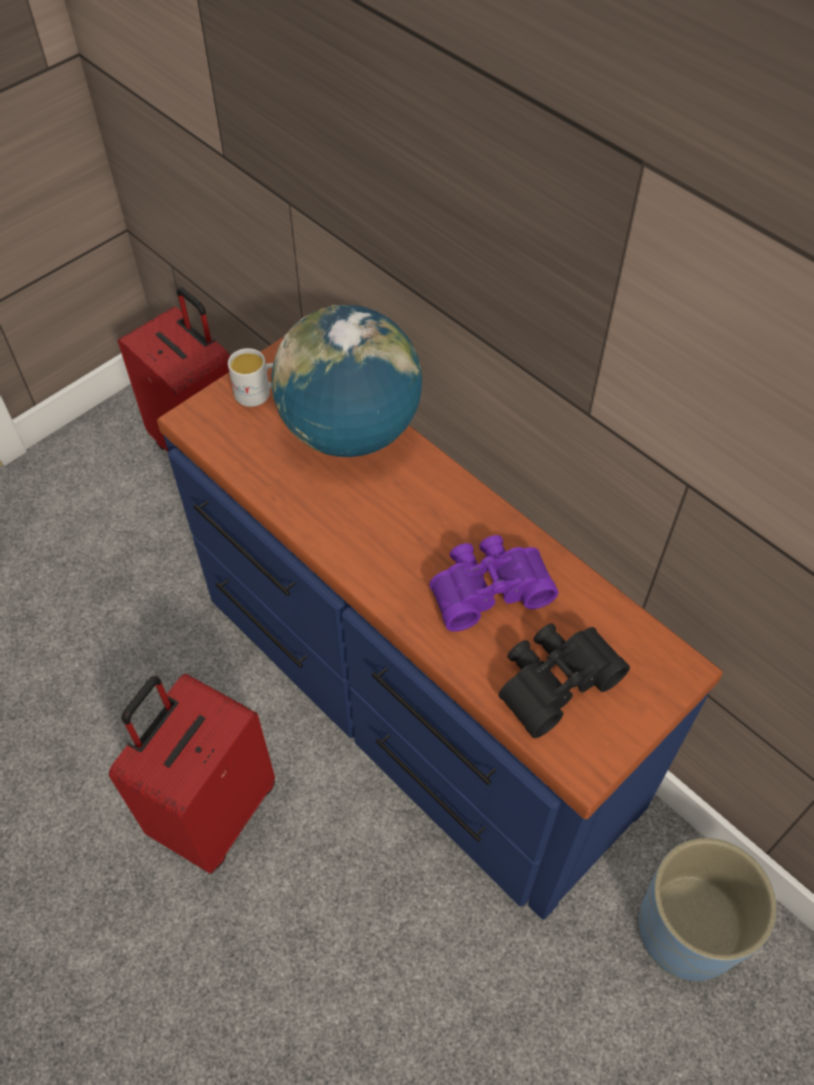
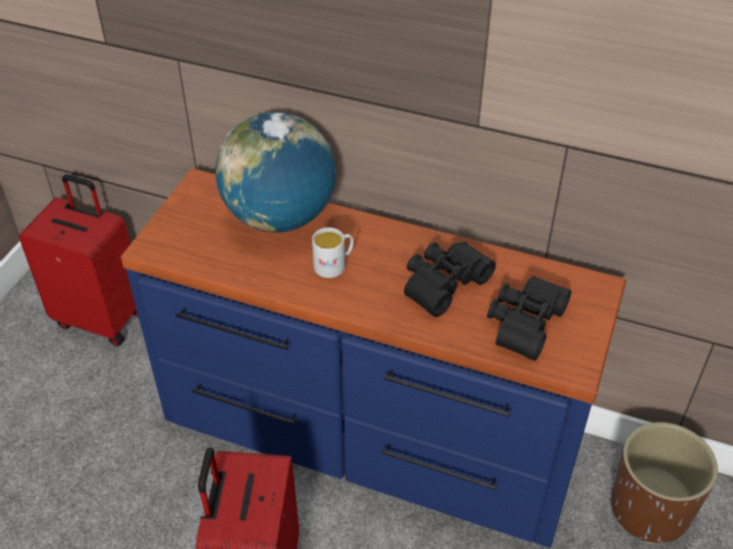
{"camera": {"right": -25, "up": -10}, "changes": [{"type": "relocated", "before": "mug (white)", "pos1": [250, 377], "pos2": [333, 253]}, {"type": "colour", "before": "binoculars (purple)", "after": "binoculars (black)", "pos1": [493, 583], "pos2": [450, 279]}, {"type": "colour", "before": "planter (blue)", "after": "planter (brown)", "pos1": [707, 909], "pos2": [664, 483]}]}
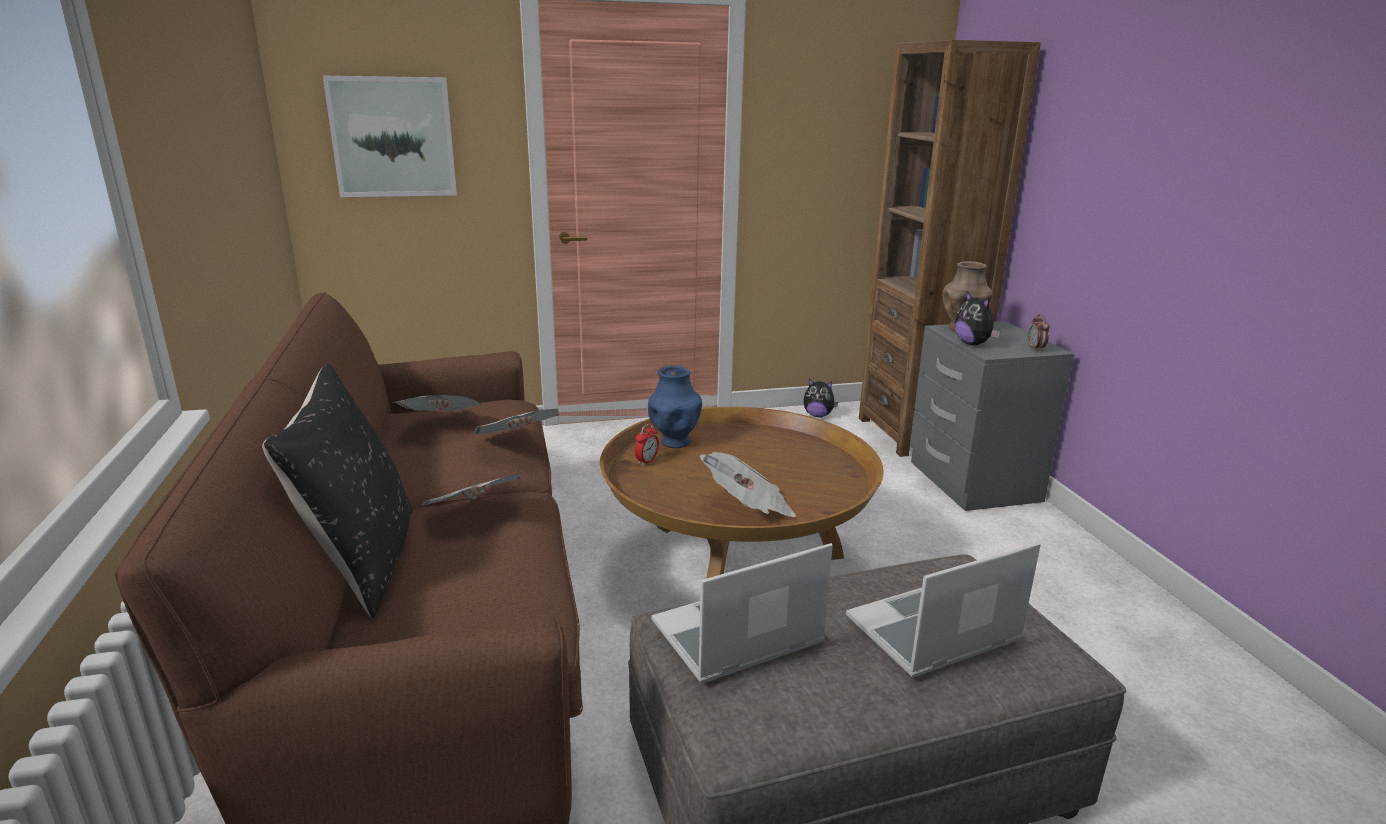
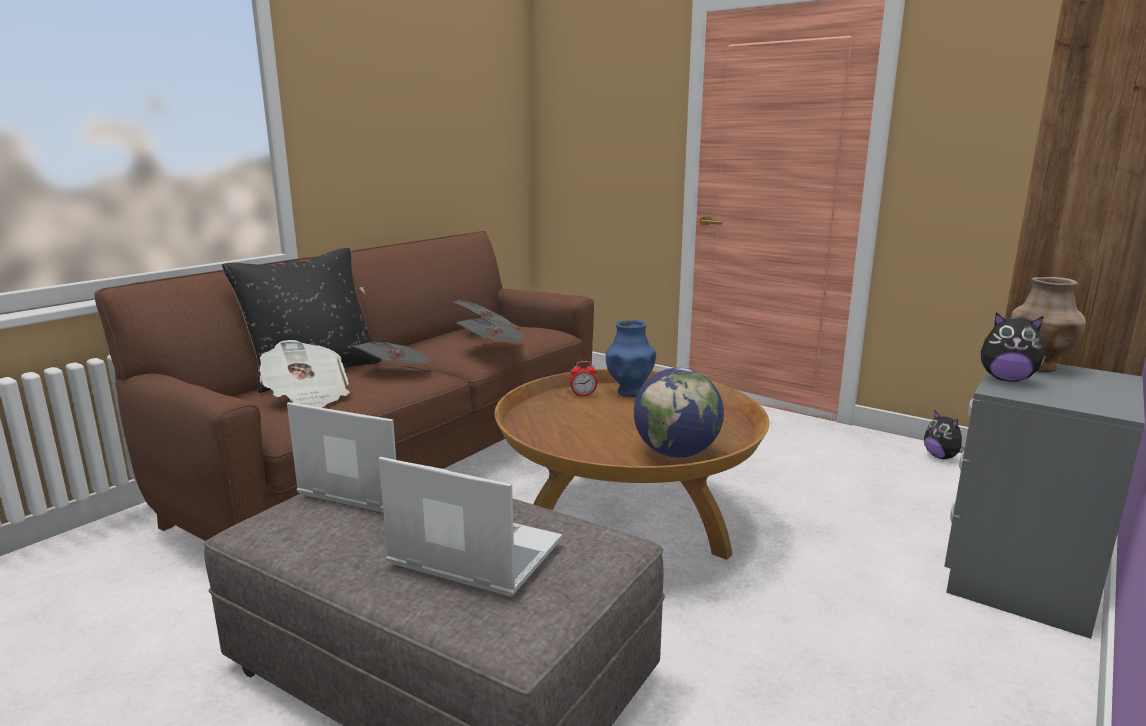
{"camera": {"right": 50, "up": -5}, "changes": [{"type": "relocated", "before": "newspaper", "pos1": [748, 484], "pos2": [304, 374]}, {"type": "appeared", "after": "globe", "pos2": [679, 413]}, {"type": "spun", "before": "plush toy", "pos1": [977, 318], "pos2": [1013, 347], "turn": -90}, {"type": "missing", "before": "picture", "pos1": [390, 136]}, {"type": "missing", "before": "alarm clock", "pos1": [1038, 332]}]}
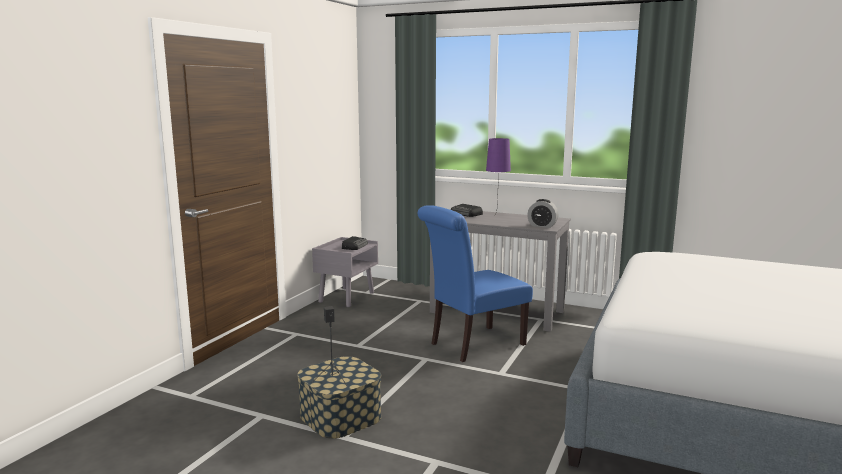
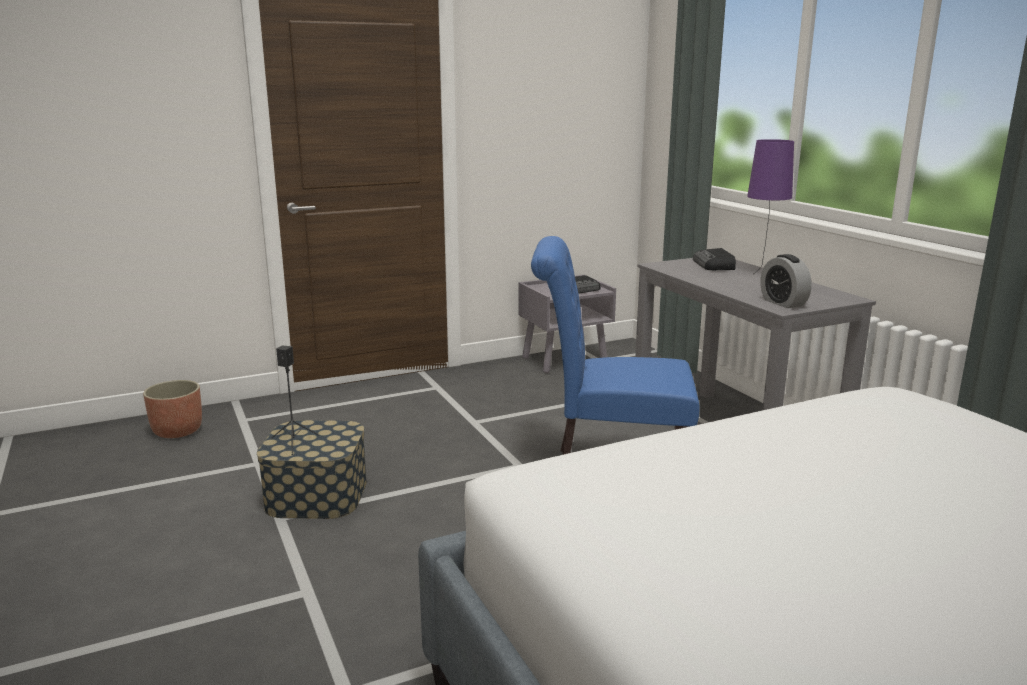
{"camera": {"right": 40, "up": 5}, "changes": [{"type": "appeared", "after": "planter", "pos2": [172, 409]}]}
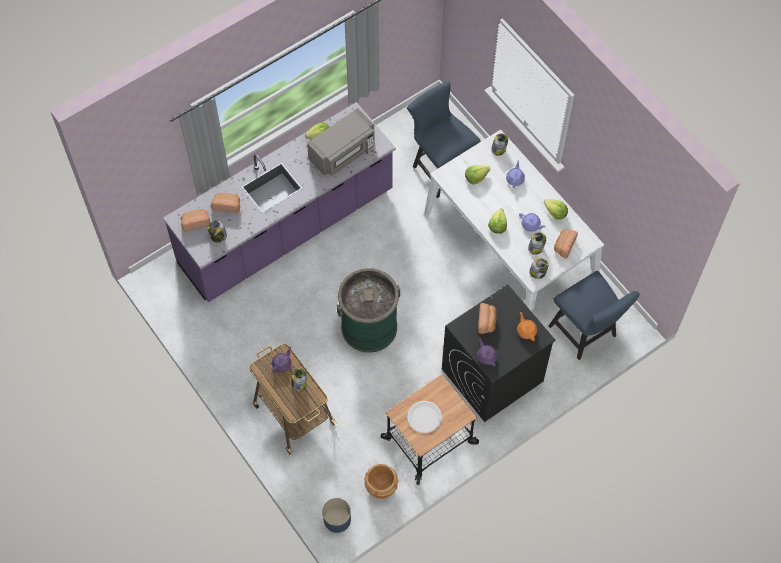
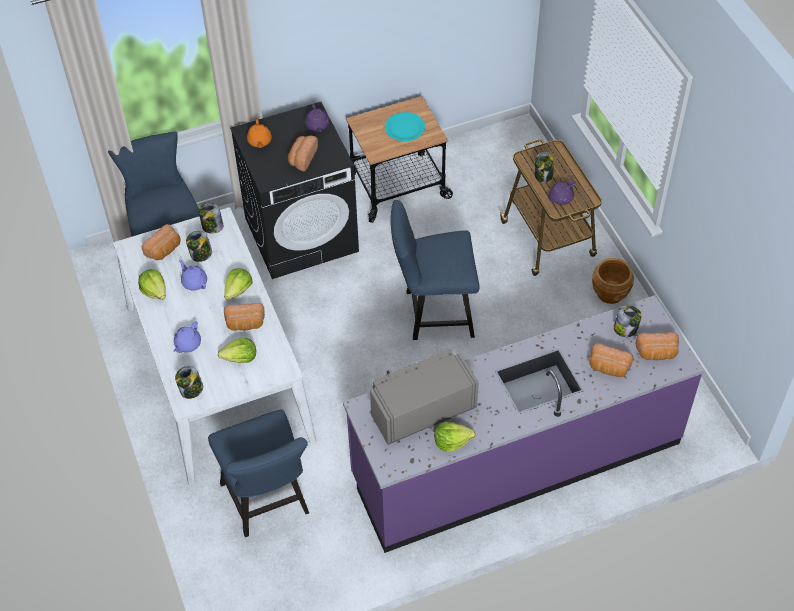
{"camera": {"right": -165, "up": -10}, "changes": [{"type": "appeared", "after": "bread", "pos2": [244, 317]}, {"type": "colour", "before": "plate (white)", "after": "plate (turquoise)", "pos1": [424, 417], "pos2": [405, 126]}, {"type": "exchanged", "before": "trash can (green)", "after": "chair (blue)", "pos1": [368, 310], "pos2": [435, 270]}, {"type": "relocated", "before": "planter (brown)", "pos1": [381, 481], "pos2": [613, 281]}, {"type": "missing", "before": "planter (blue)", "pos1": [336, 515]}]}
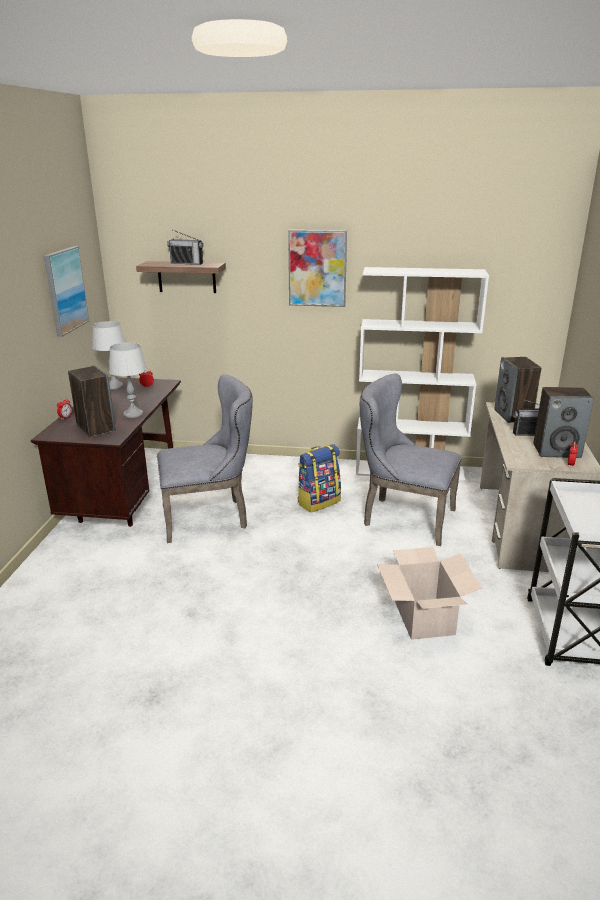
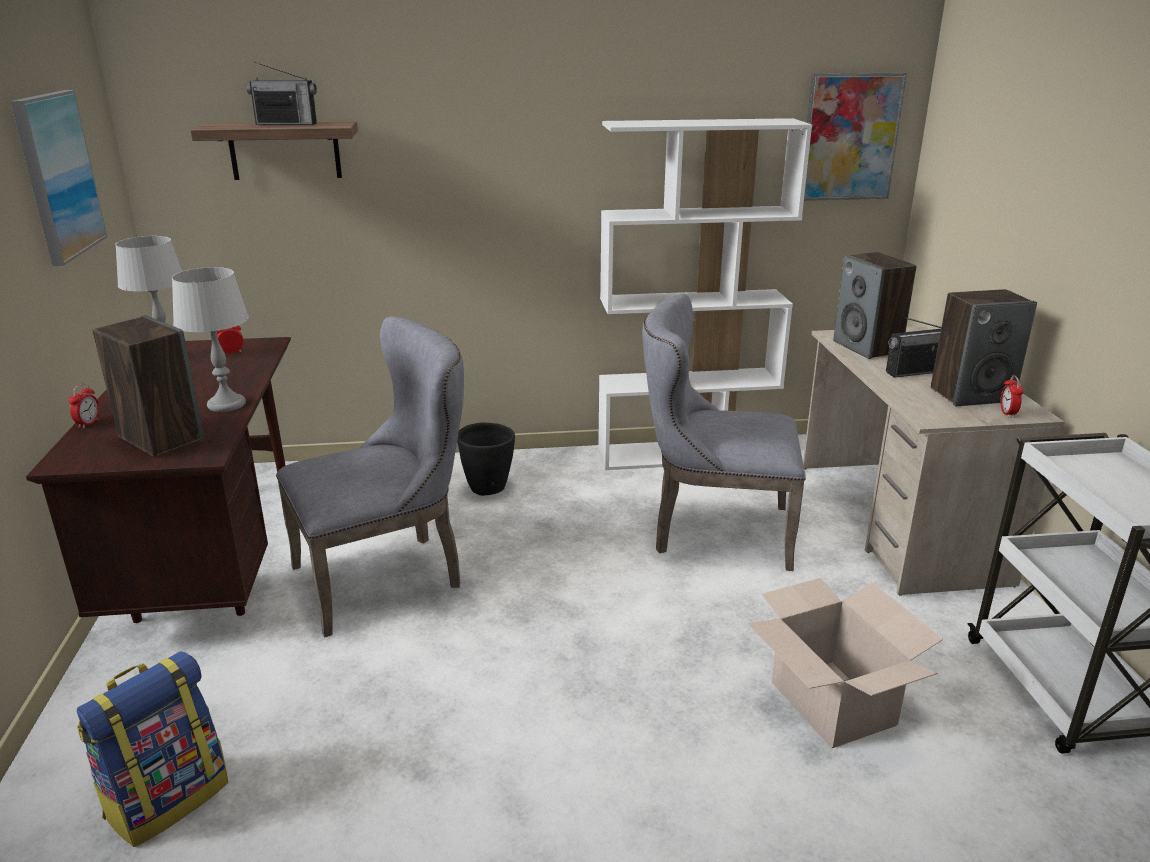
{"camera": {"right": -15, "up": 0}, "changes": [{"type": "relocated", "before": "backpack", "pos1": [319, 478], "pos2": [152, 749]}, {"type": "appeared", "after": "planter (black)", "pos2": [486, 459]}, {"type": "relocated", "before": "picture", "pos1": [317, 268], "pos2": [855, 137]}]}
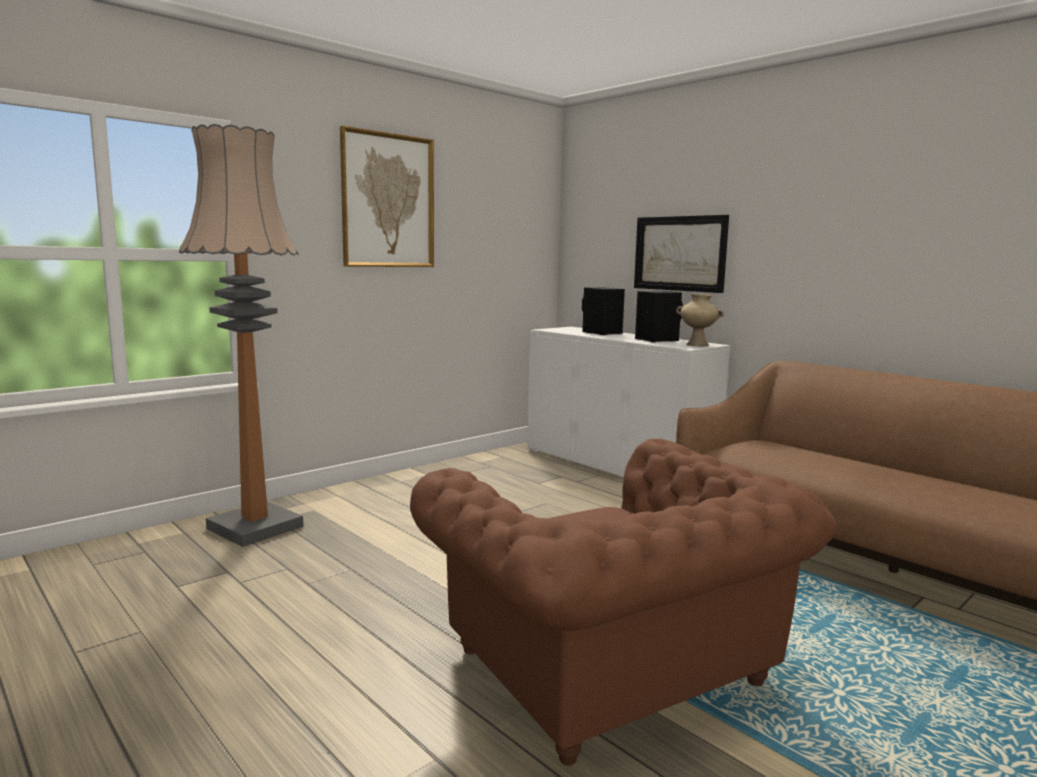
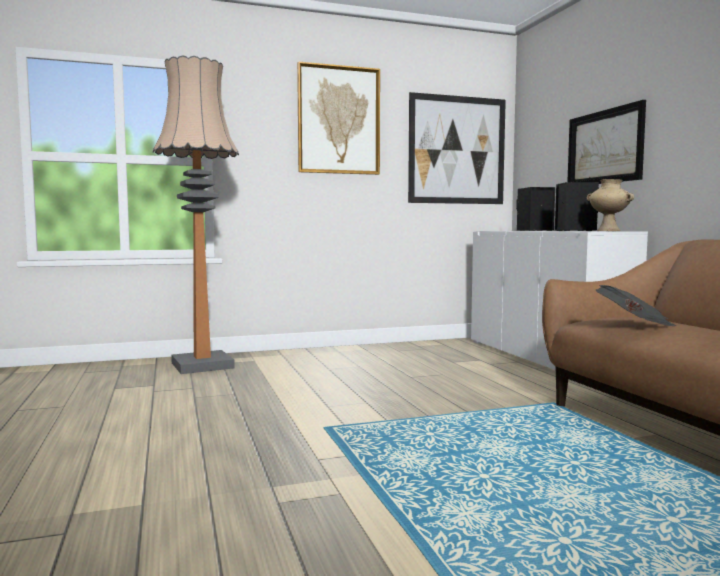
{"camera": {"right": 25, "up": -5}, "changes": [{"type": "appeared", "after": "picture", "pos2": [457, 148]}, {"type": "appeared", "after": "newspaper", "pos2": [636, 305]}, {"type": "missing", "before": "armchair (brown)", "pos1": [623, 602]}]}
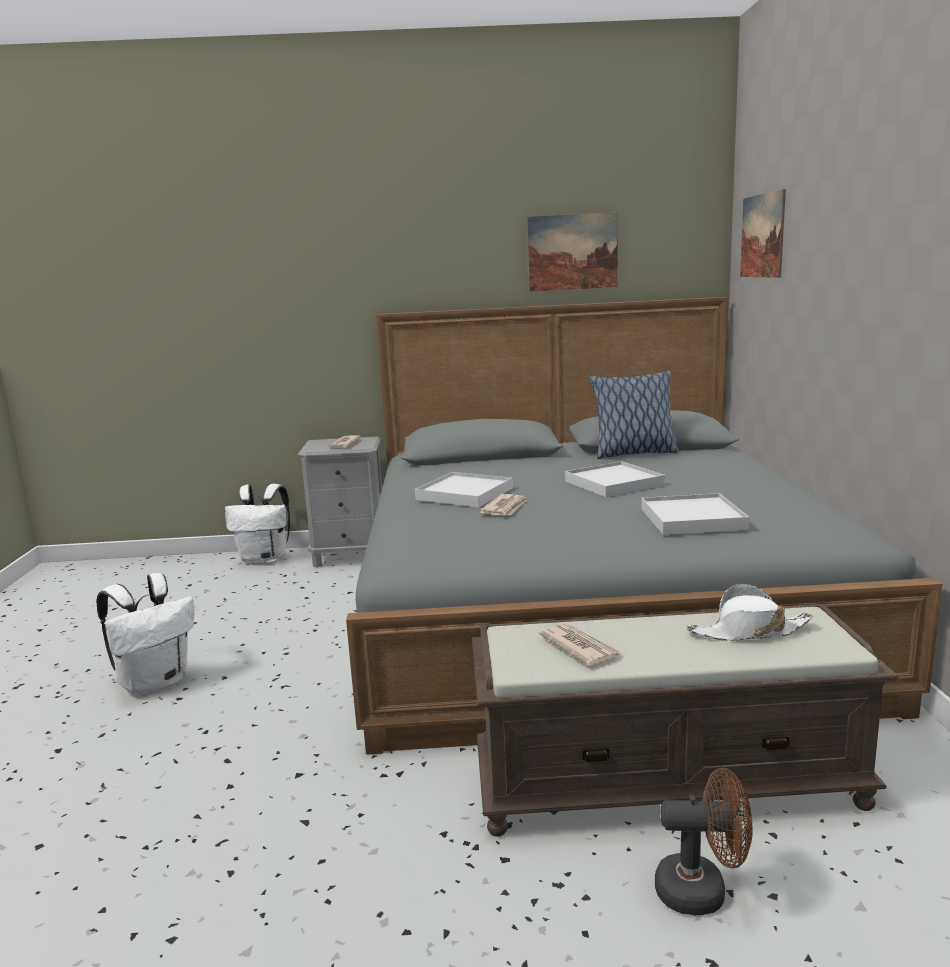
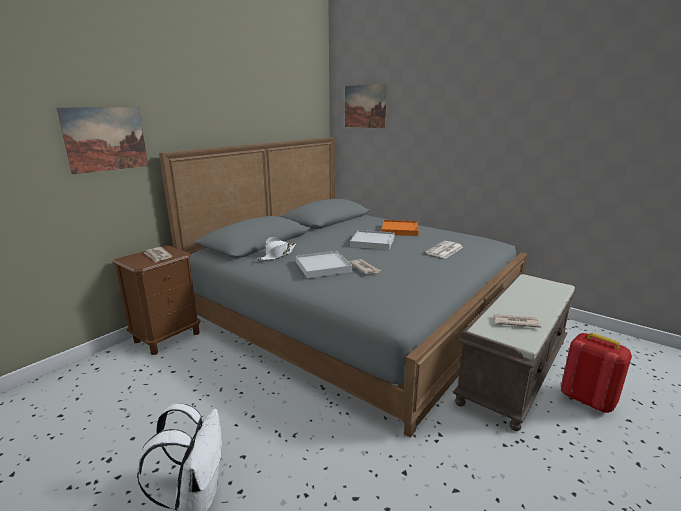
{"camera": {"right": -50, "up": 5}, "changes": [{"type": "relocated", "before": "picture", "pos1": [572, 251], "pos2": [102, 140]}, {"type": "colour", "before": "nightstand (grey)", "after": "nightstand (brown)", "pos1": [340, 502], "pos2": [157, 300]}, {"type": "relocated", "before": "hat (white)", "pos1": [750, 612], "pos2": [276, 248]}, {"type": "appeared", "after": "tray (orange)", "pos2": [400, 228]}, {"type": "exchanged", "before": "tray (white)", "after": "newspaper", "pos1": [695, 514], "pos2": [444, 249]}, {"type": "exchanged", "before": "fan (brown)", "after": "backpack (red)", "pos1": [703, 841], "pos2": [596, 373]}, {"type": "missing", "before": "backpack (white)", "pos1": [257, 524]}, {"type": "missing", "before": "pillow", "pos1": [633, 415]}]}
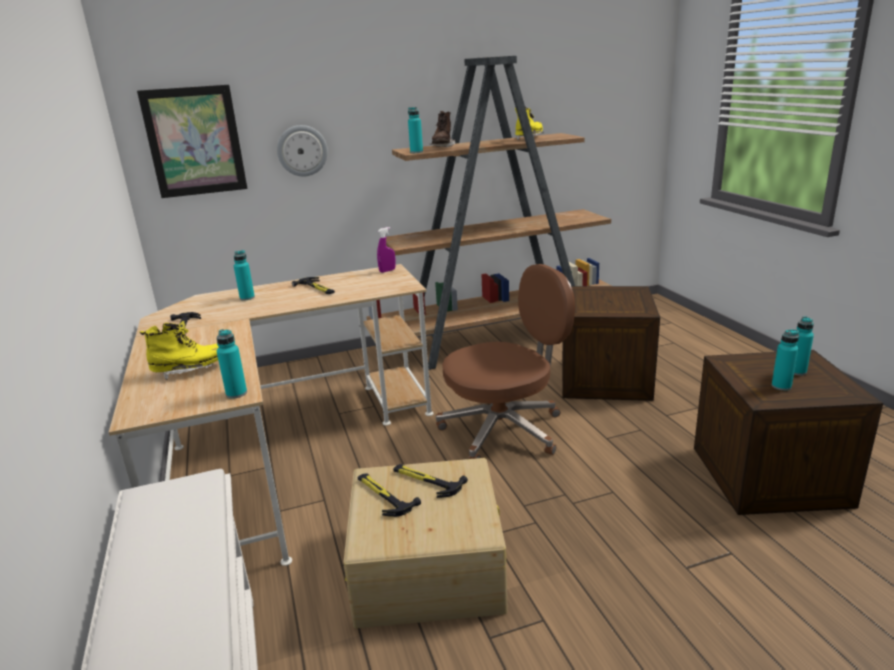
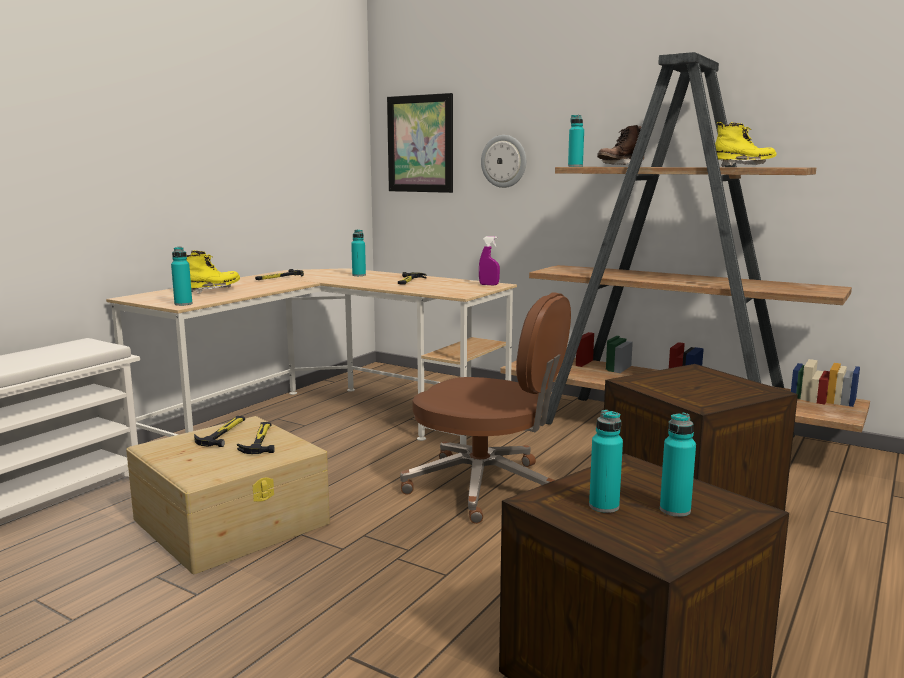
{"camera": {"right": 50, "up": -10}, "changes": [{"type": "spun", "before": "boot (yellow)", "pos1": [179, 352], "pos2": [213, 272], "turn": -75}]}
